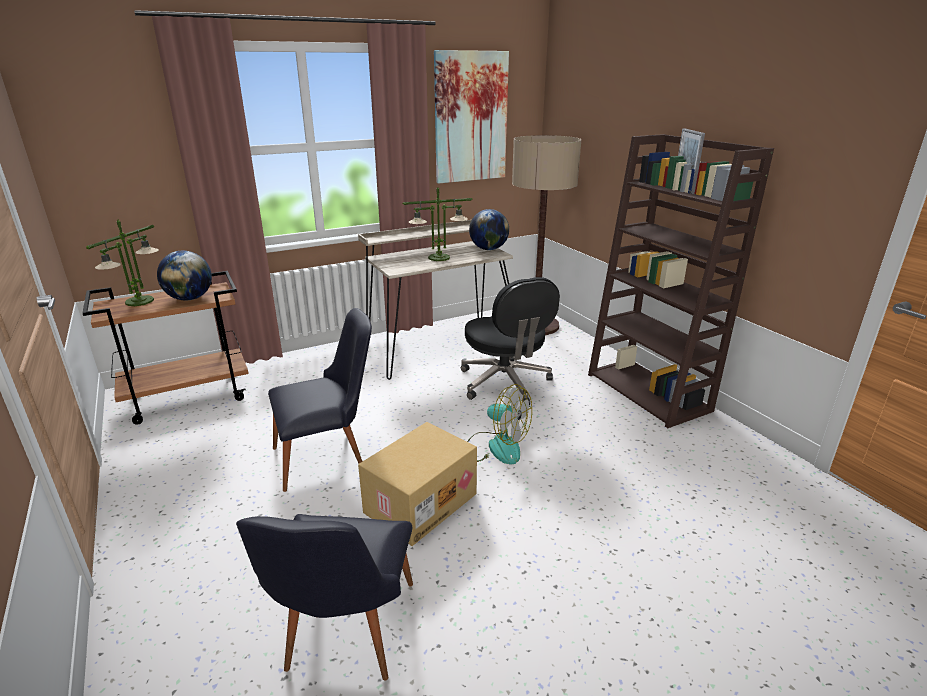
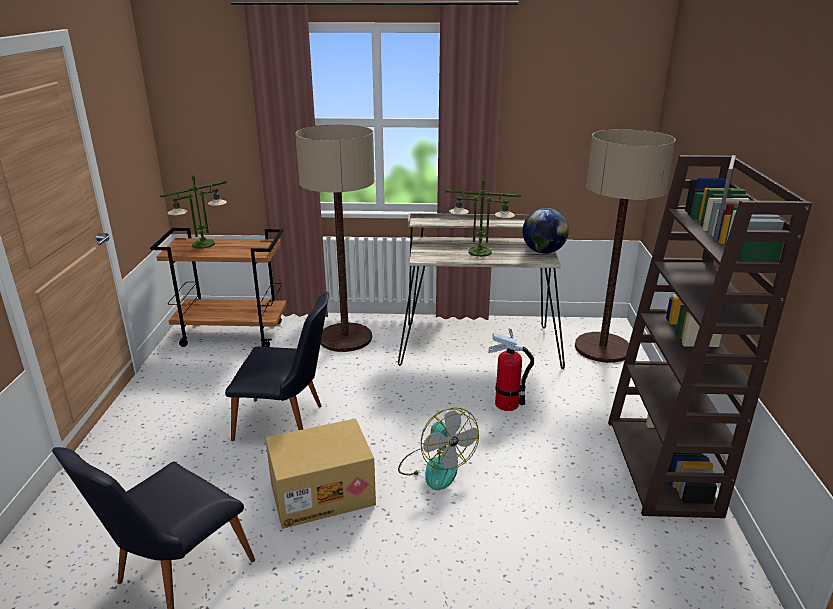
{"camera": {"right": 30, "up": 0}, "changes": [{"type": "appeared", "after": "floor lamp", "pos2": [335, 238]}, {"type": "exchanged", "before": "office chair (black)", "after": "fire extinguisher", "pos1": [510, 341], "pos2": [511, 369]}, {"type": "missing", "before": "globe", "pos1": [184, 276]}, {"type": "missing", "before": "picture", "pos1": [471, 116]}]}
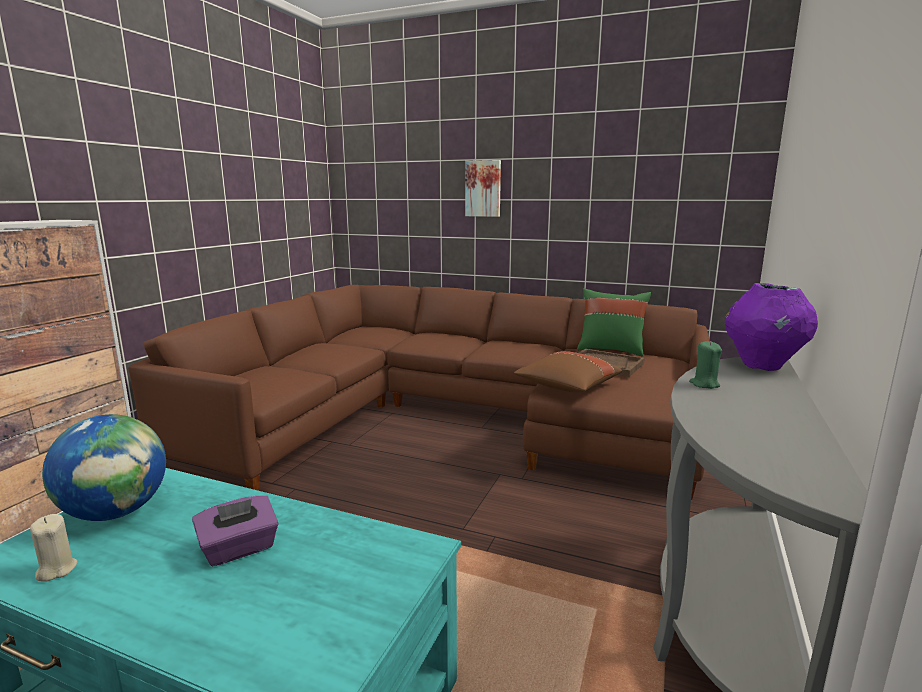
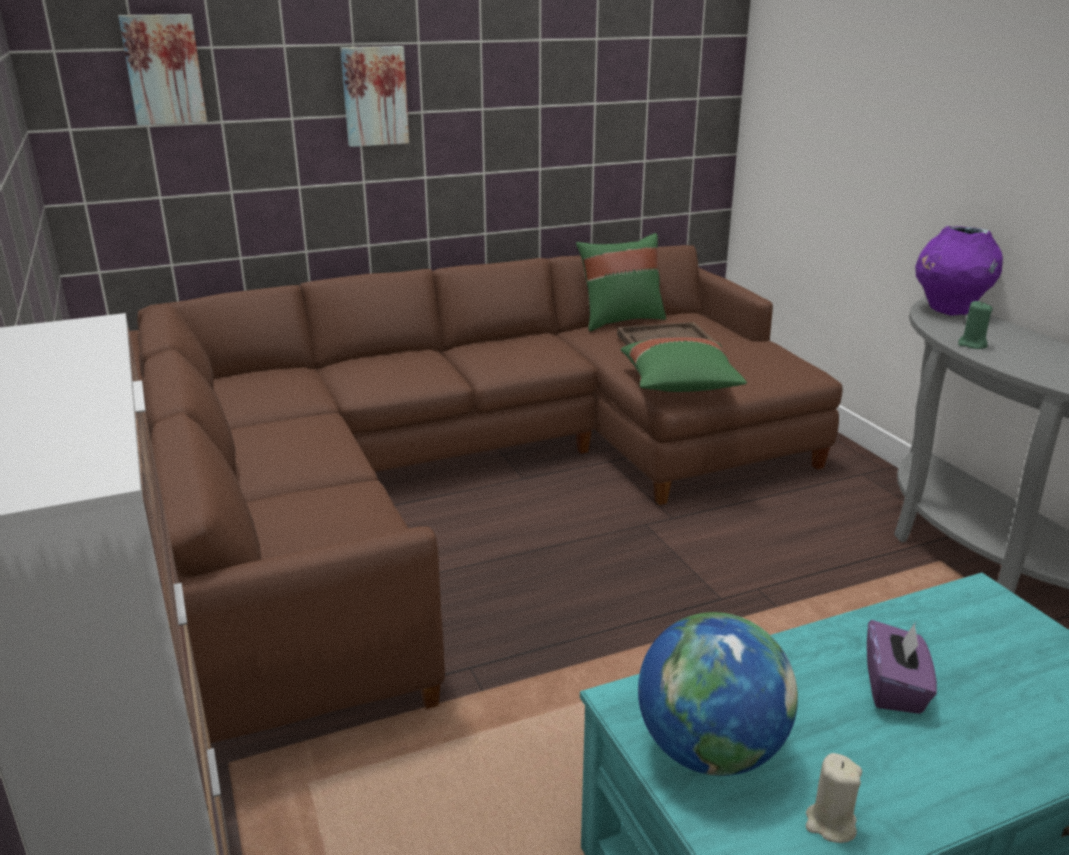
{"camera": {"right": -45, "up": 10}, "changes": [{"type": "appeared", "after": "picture", "pos2": [162, 69]}, {"type": "colour", "before": "pillow (brown)", "after": "pillow (green)", "pos1": [568, 372], "pos2": [684, 364]}]}
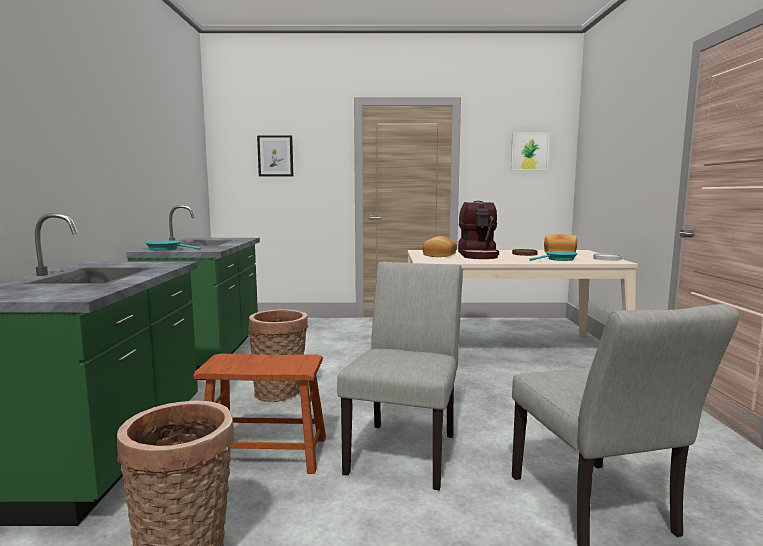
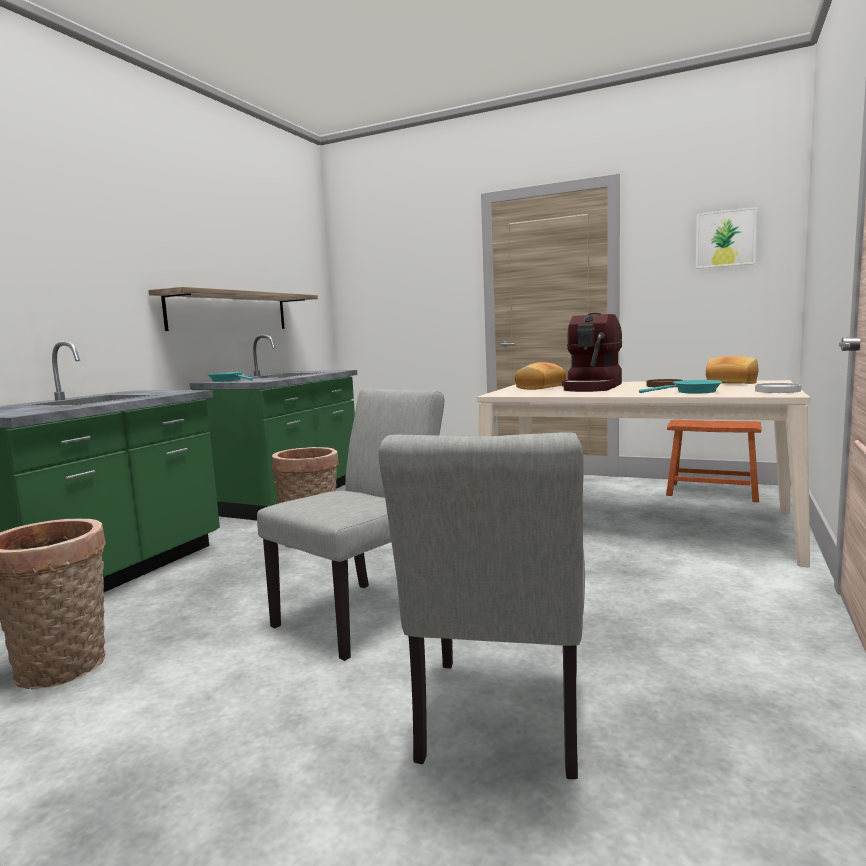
{"camera": {"right": 25, "up": 0}, "changes": [{"type": "appeared", "after": "shelf", "pos2": [233, 309]}, {"type": "relocated", "before": "stool (brown)", "pos1": [259, 413], "pos2": [713, 461]}, {"type": "missing", "before": "picture", "pos1": [275, 155]}]}
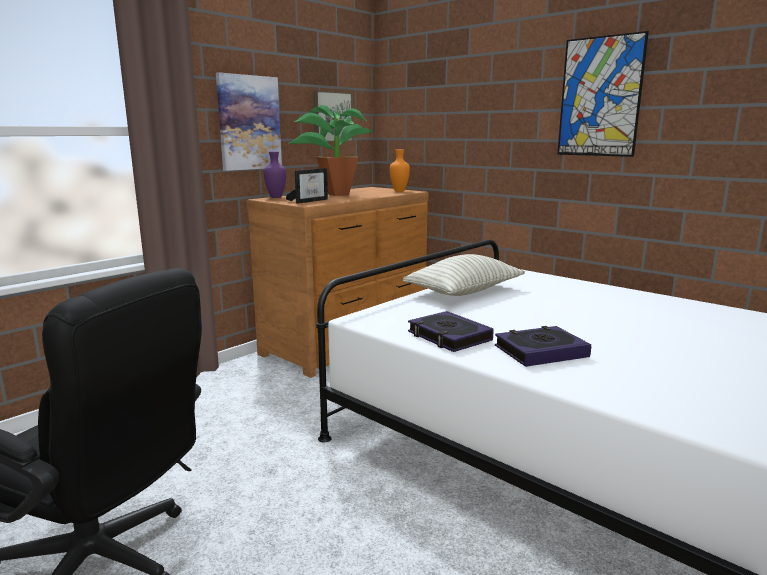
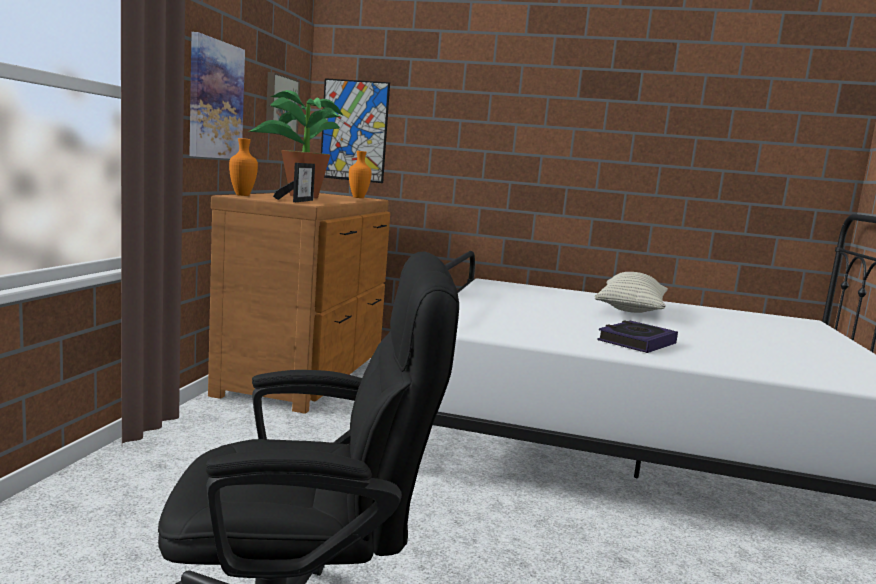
{"camera": {"right": -30, "up": -5}, "changes": [{"type": "colour", "before": "vase (purple)", "after": "vase (orange)", "pos1": [275, 174], "pos2": [243, 167]}, {"type": "relocated", "before": "picture", "pos1": [603, 94], "pos2": [355, 130]}, {"type": "relocated", "before": "pillow", "pos1": [464, 275], "pos2": [631, 292]}, {"type": "missing", "before": "book", "pos1": [451, 331]}]}
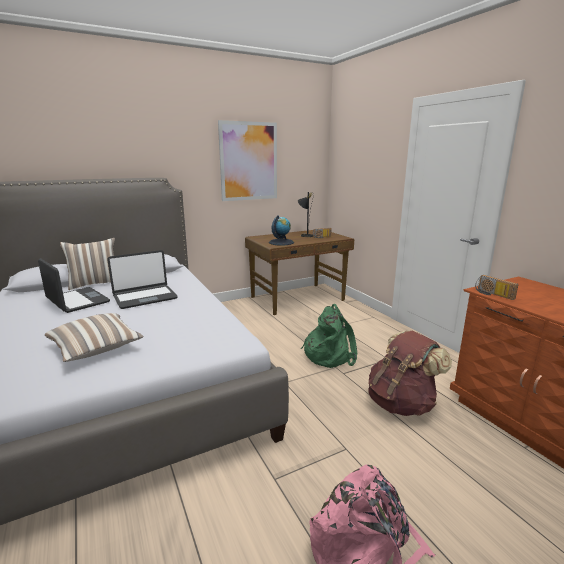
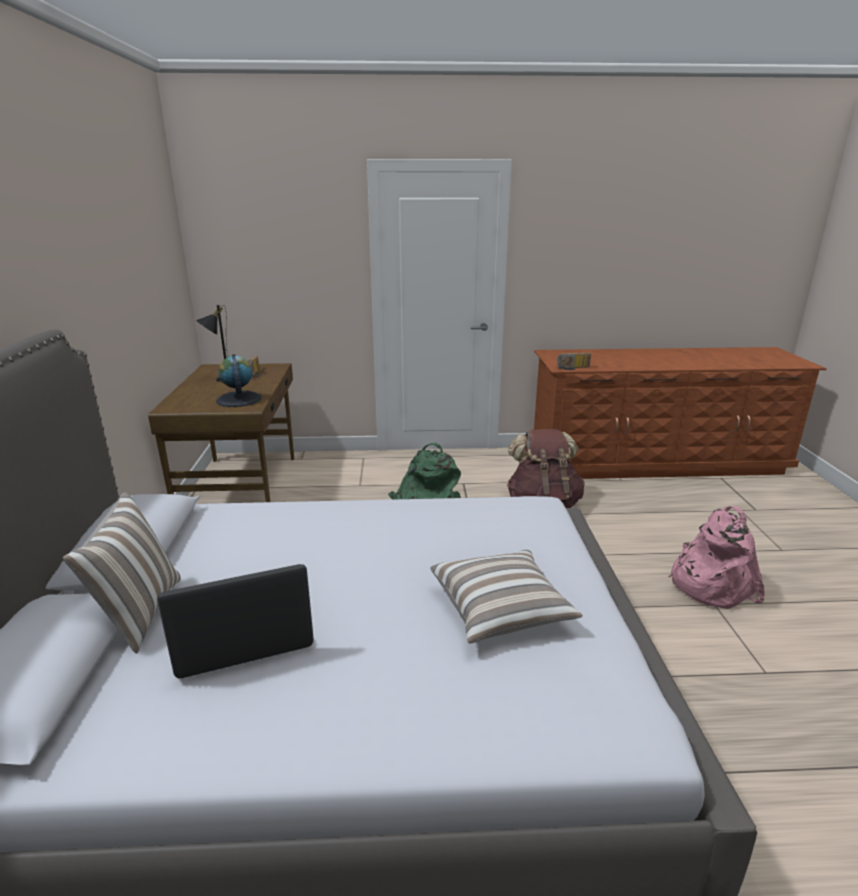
{"camera": {"right": -65, "up": 5}, "changes": [{"type": "missing", "before": "laptop", "pos1": [142, 279]}, {"type": "missing", "before": "picture", "pos1": [247, 160]}]}
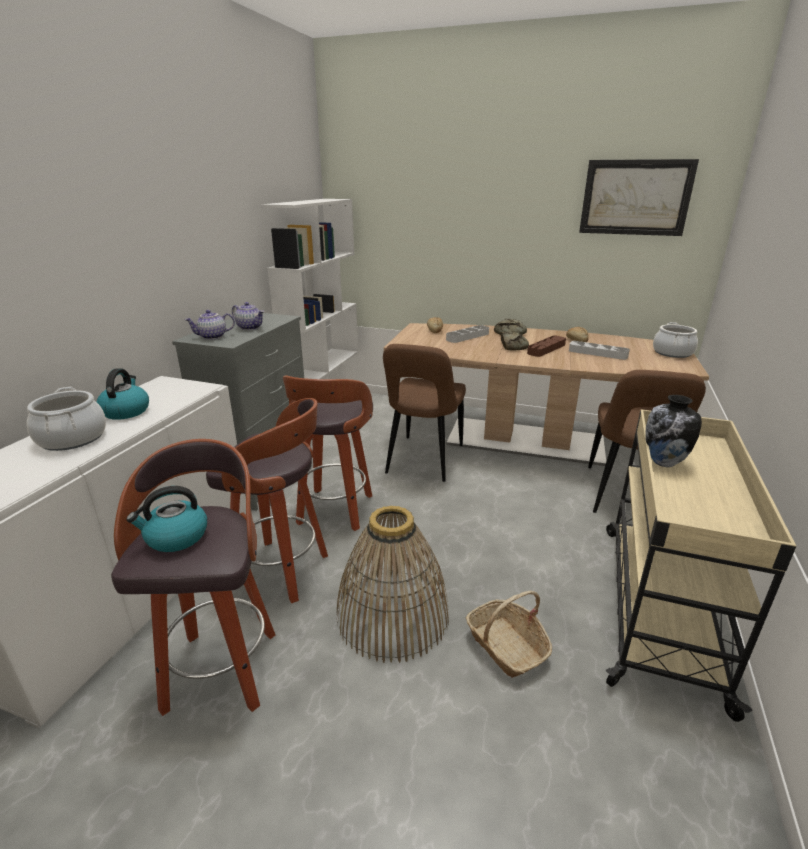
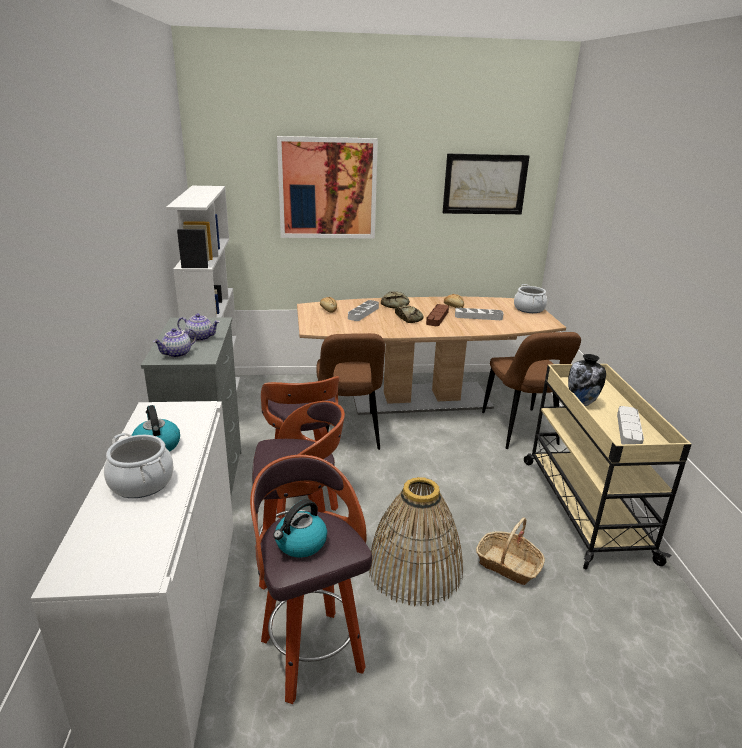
{"camera": {"right": -25, "up": 0}, "changes": [{"type": "appeared", "after": "picture", "pos2": [327, 187]}, {"type": "appeared", "after": "tray (grey)", "pos2": [630, 425]}]}
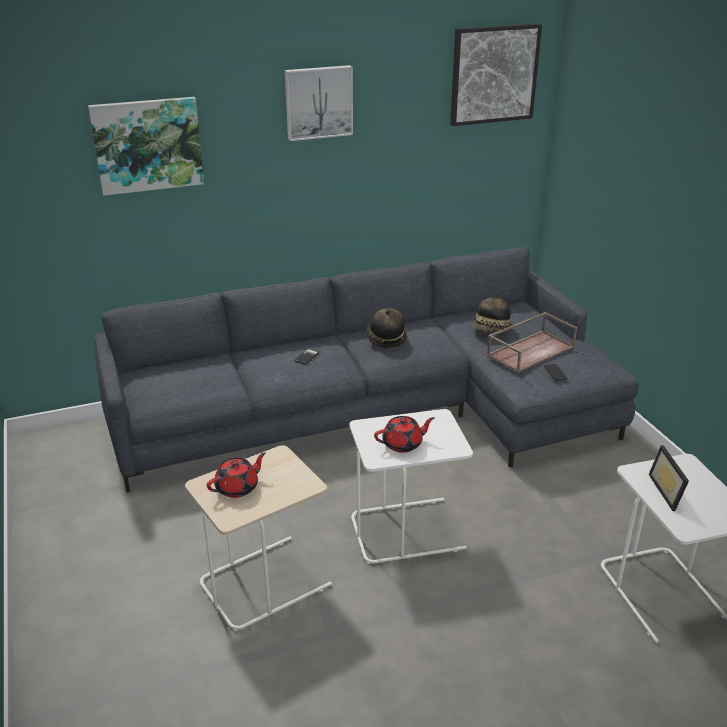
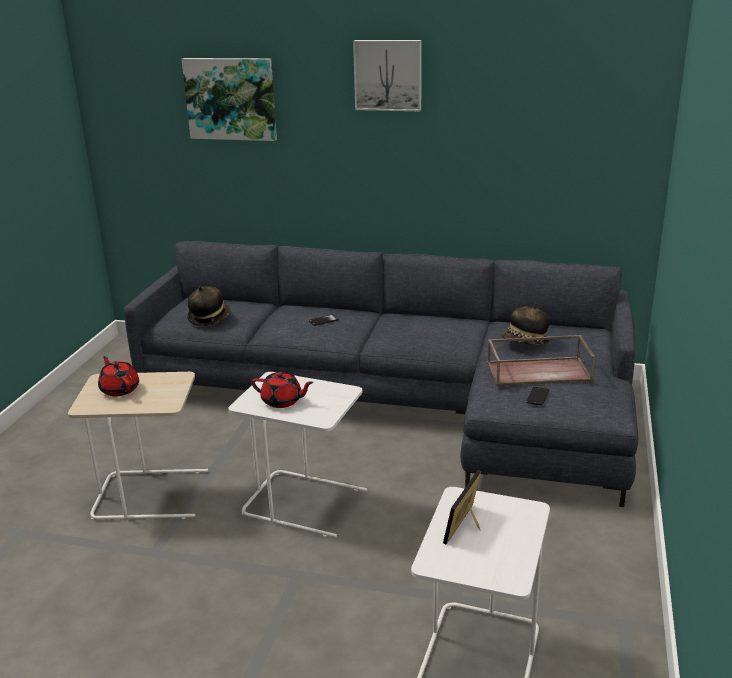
{"camera": {"right": 35, "up": -5}, "changes": [{"type": "spun", "before": "teapot (red)", "pos1": [236, 475], "pos2": [118, 376], "turn": -120}, {"type": "relocated", "before": "hat", "pos1": [386, 328], "pos2": [208, 306]}, {"type": "missing", "before": "picture", "pos1": [496, 74]}]}
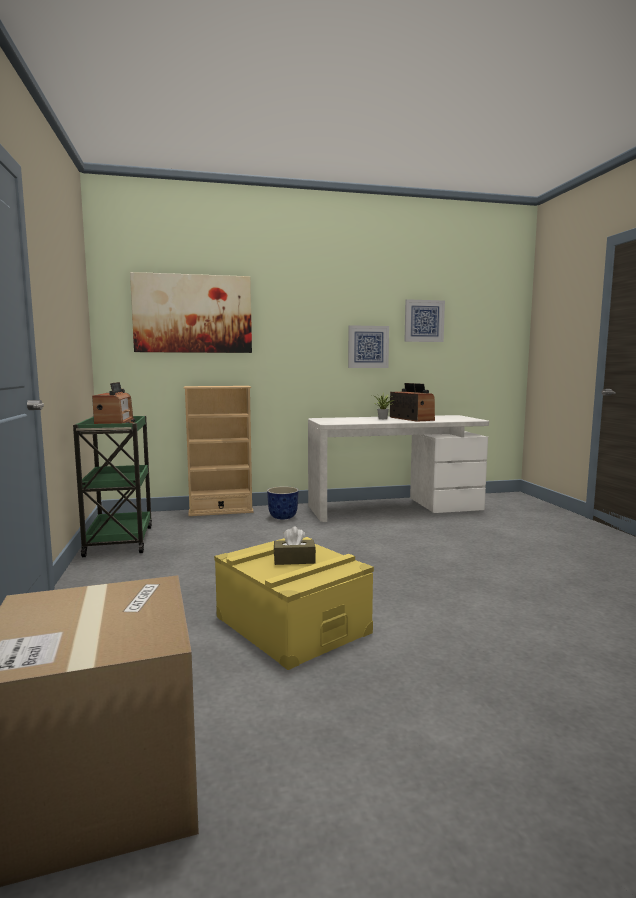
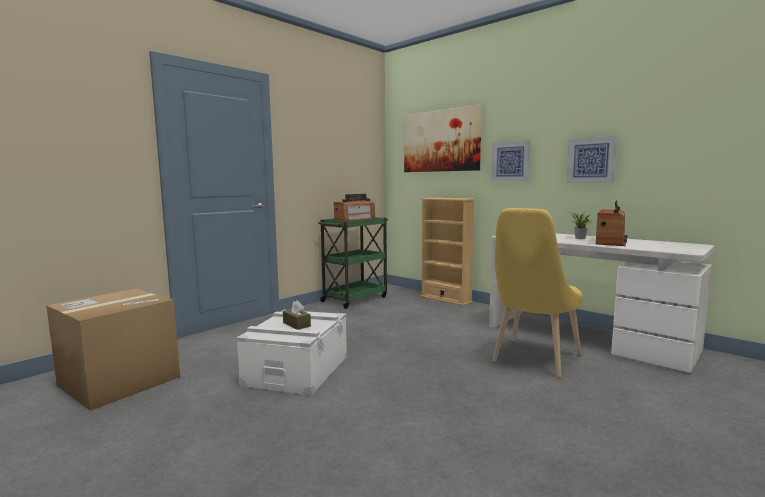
{"camera": {"right": 55, "up": 0}, "changes": [{"type": "colour", "before": "storage box (yellow)", "after": "storage box (white)", "pos1": [294, 603], "pos2": [291, 353]}, {"type": "relocated", "before": "picture", "pos1": [424, 320], "pos2": [511, 161]}, {"type": "appeared", "after": "chair (yellow)", "pos2": [537, 293]}, {"type": "missing", "before": "planter", "pos1": [283, 503]}]}
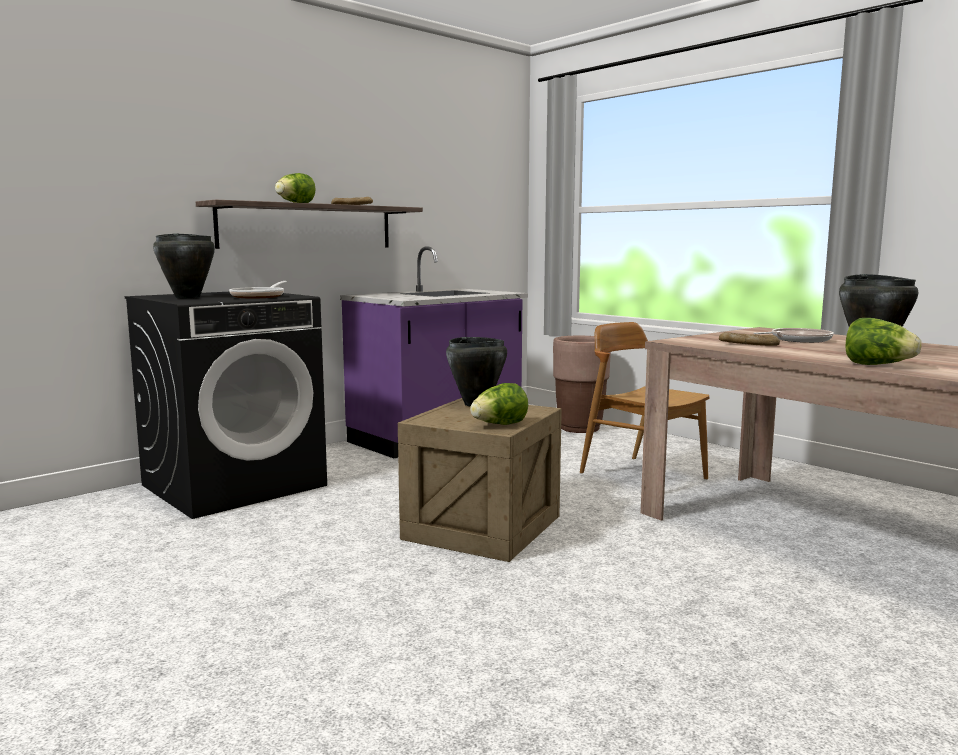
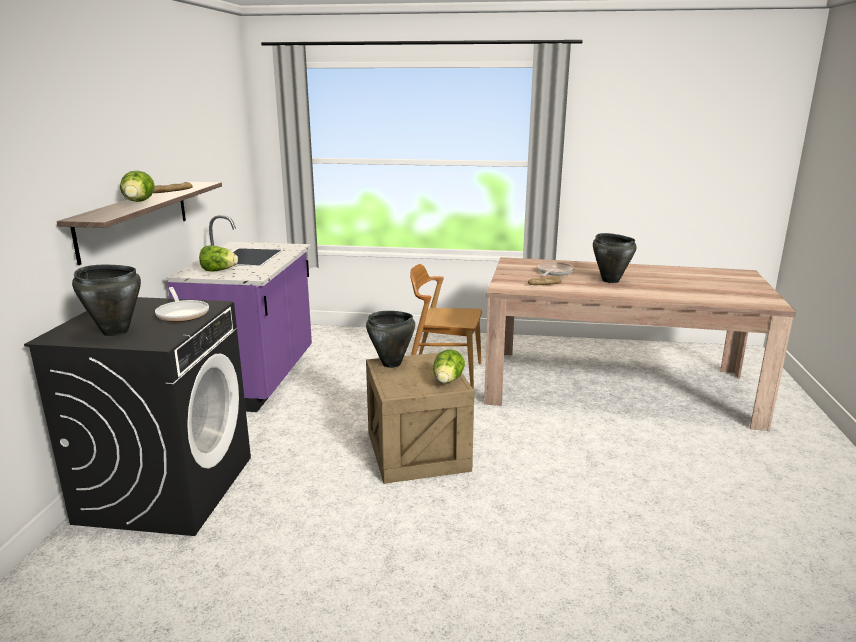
{"camera": {"right": -40, "up": 10}, "changes": [{"type": "relocated", "before": "lettuce", "pos1": [884, 341], "pos2": [218, 258]}, {"type": "missing", "before": "planter (brown)", "pos1": [582, 384]}]}
